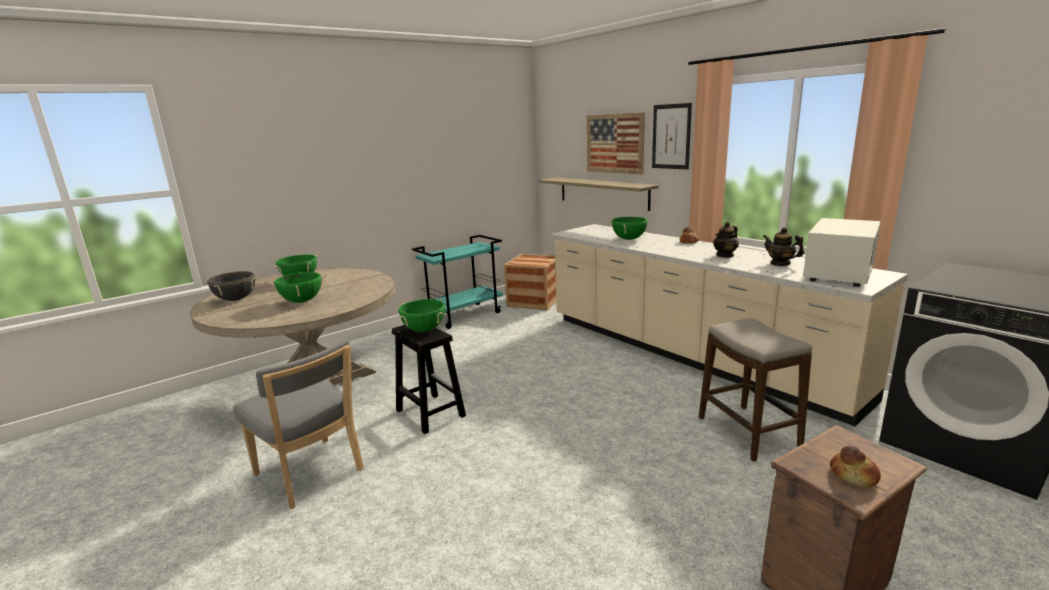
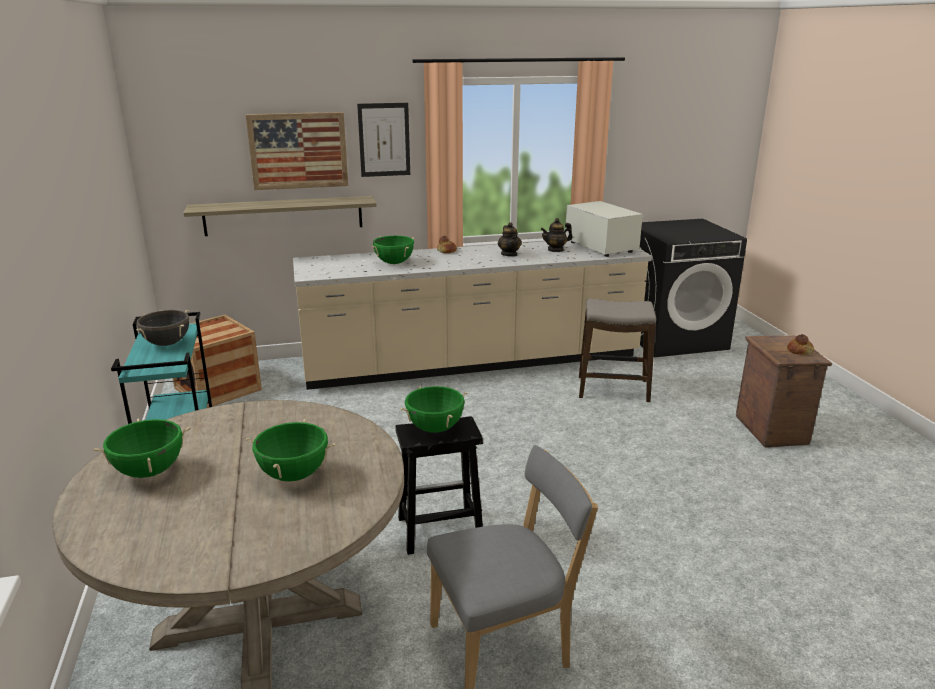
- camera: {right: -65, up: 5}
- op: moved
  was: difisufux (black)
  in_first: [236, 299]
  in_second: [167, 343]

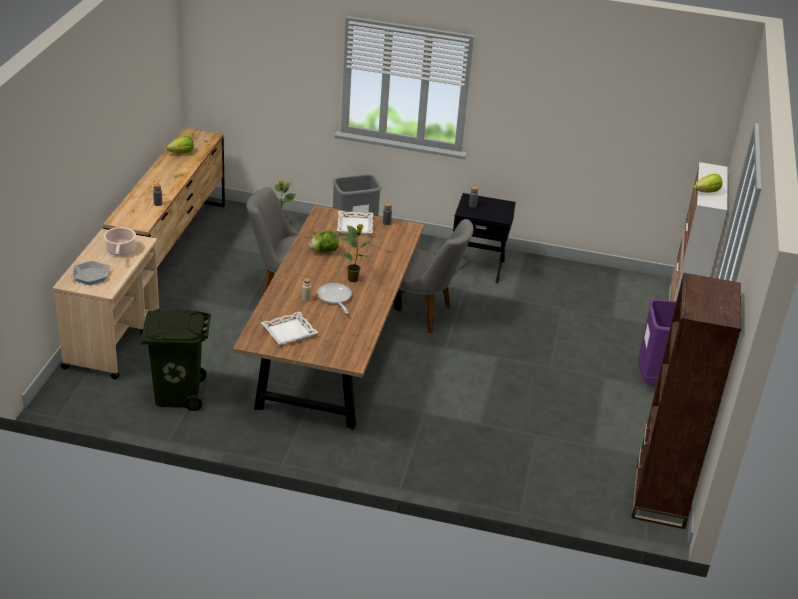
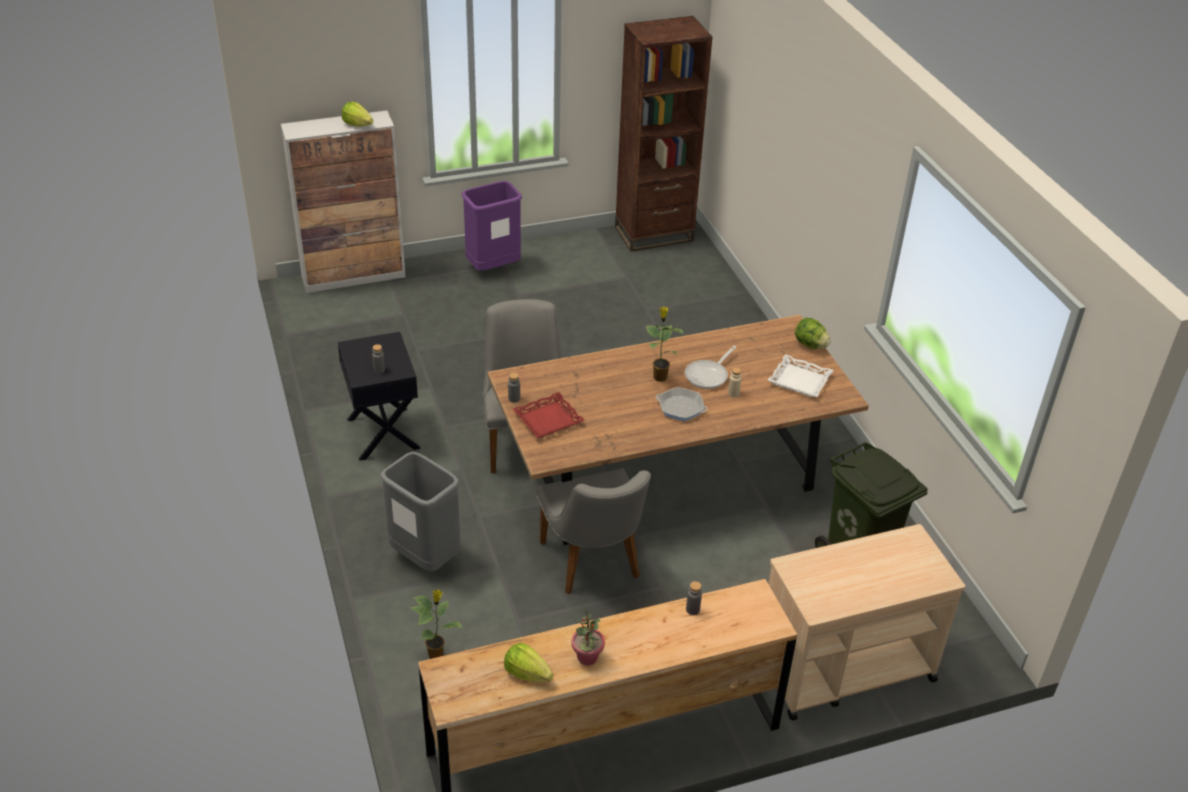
- camera: {right: -120, up: 5}
- op: recoloured
  was: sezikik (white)
  now: sezikik (red)
  in_first: [355, 226]
  in_second: [548, 419]
- op: added
  now: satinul
  in_second: [587, 658]
- op: moved
  was: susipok
  in_first: [91, 276]
  in_second: [680, 408]
- op: moved
  was: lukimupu
  in_first: [324, 251]
  in_second: [810, 345]
- op: removed
  was: difisufux
  in_first: [120, 251]

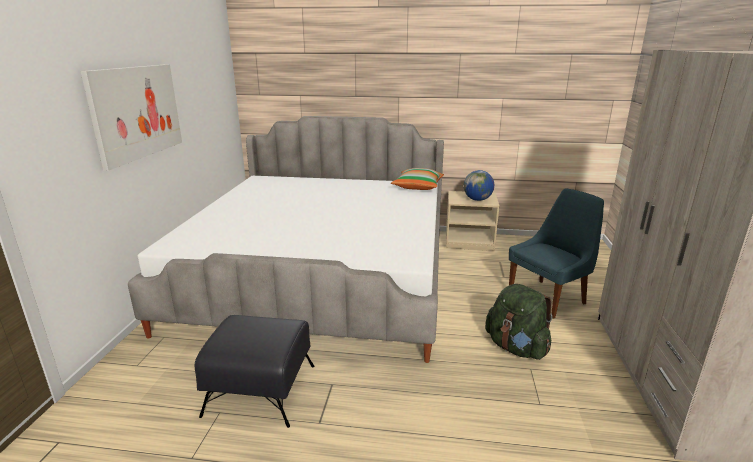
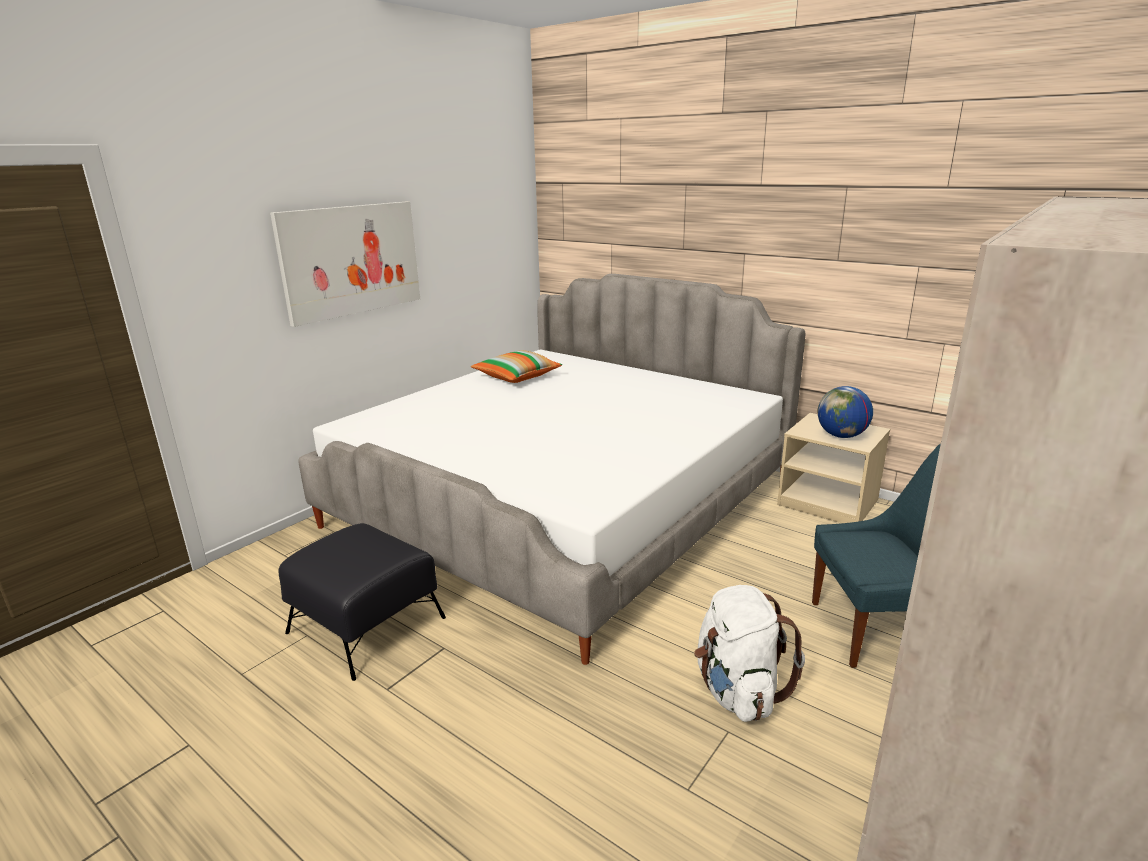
- camera: {right: 30, up: 0}
- op: moved
  was: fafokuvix
  in_first: [417, 187]
  in_second: [517, 377]
- op: recoloured
  was: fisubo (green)
  now: fisubo (white)
  in_first: [516, 347]
  in_second: [737, 691]

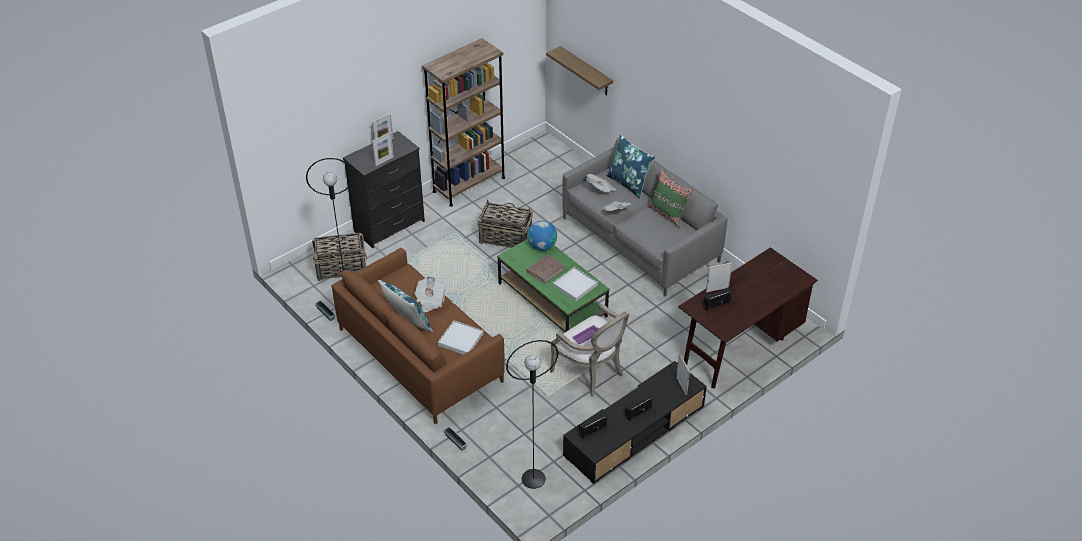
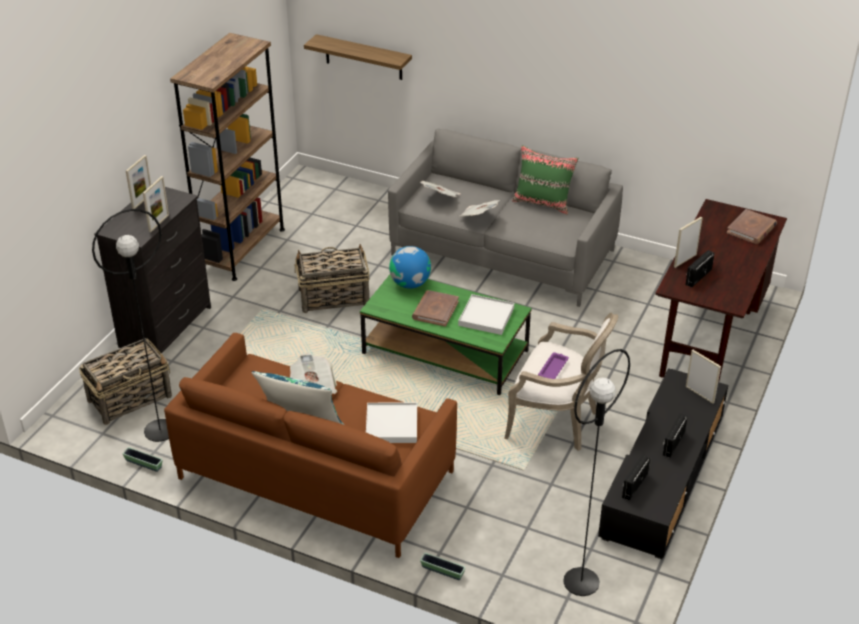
- camera: {right: -25, up: -5}
- op: added
  now: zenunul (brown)
  in_second: [751, 229]
- op: removed
  was: fafokuvix (blue)
  in_first: [629, 183]

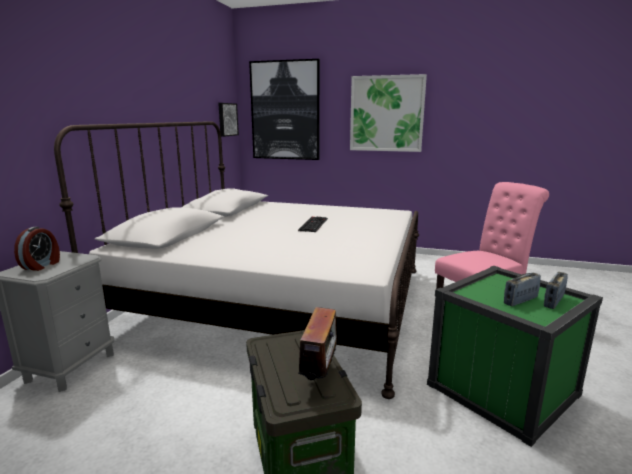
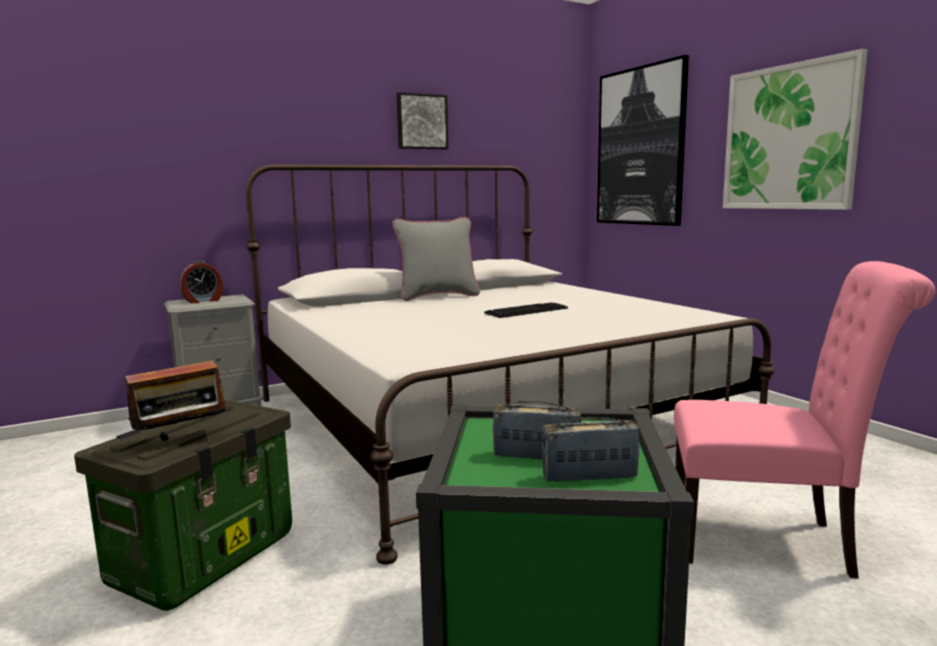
- camera: {right: 45, up: -5}
- op: added
  now: fafokuvix (grey)
  in_second: [438, 296]
- op: moved
  was: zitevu
  in_first: [227, 119]
  in_second: [421, 122]

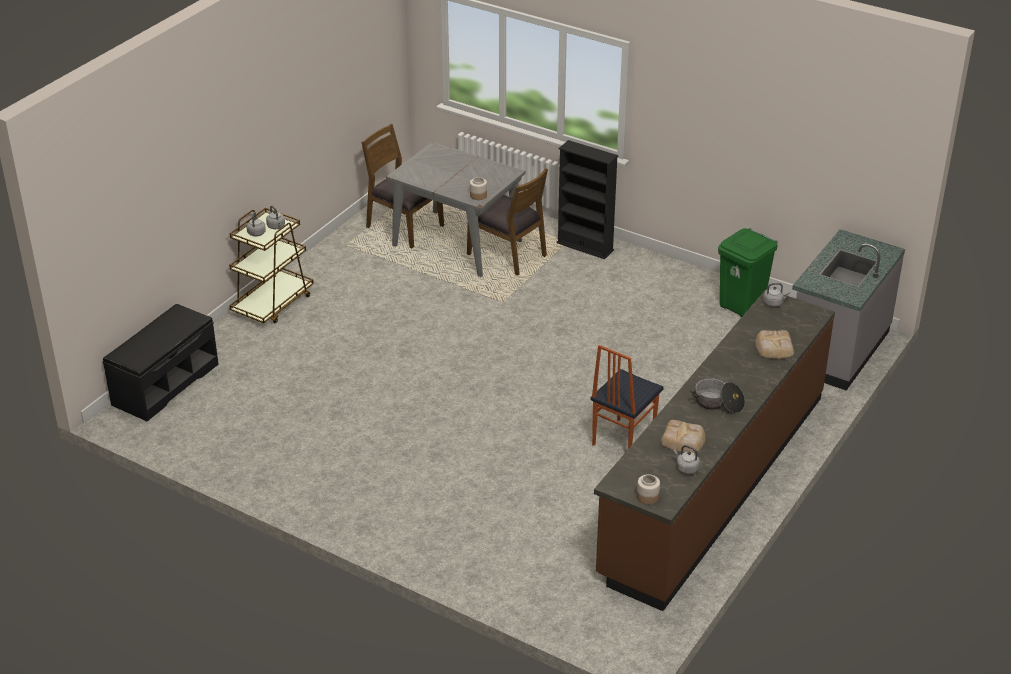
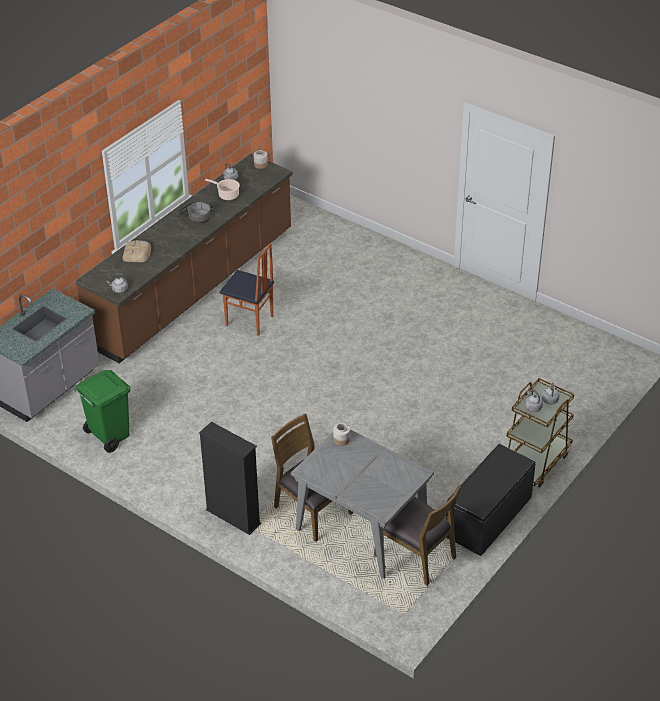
- camera: {right: -175, up: 5}
- op: replaced
  was: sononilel
  now: difisufux
  in_first: [683, 440]
  in_second: [227, 195]
- op: turned
  was: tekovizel
  in_first: [622, 440]
  in_second: [249, 321]
  clockwise: 75
- op: moved
  was: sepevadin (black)
  in_first: [165, 384]
  in_second: [489, 517]

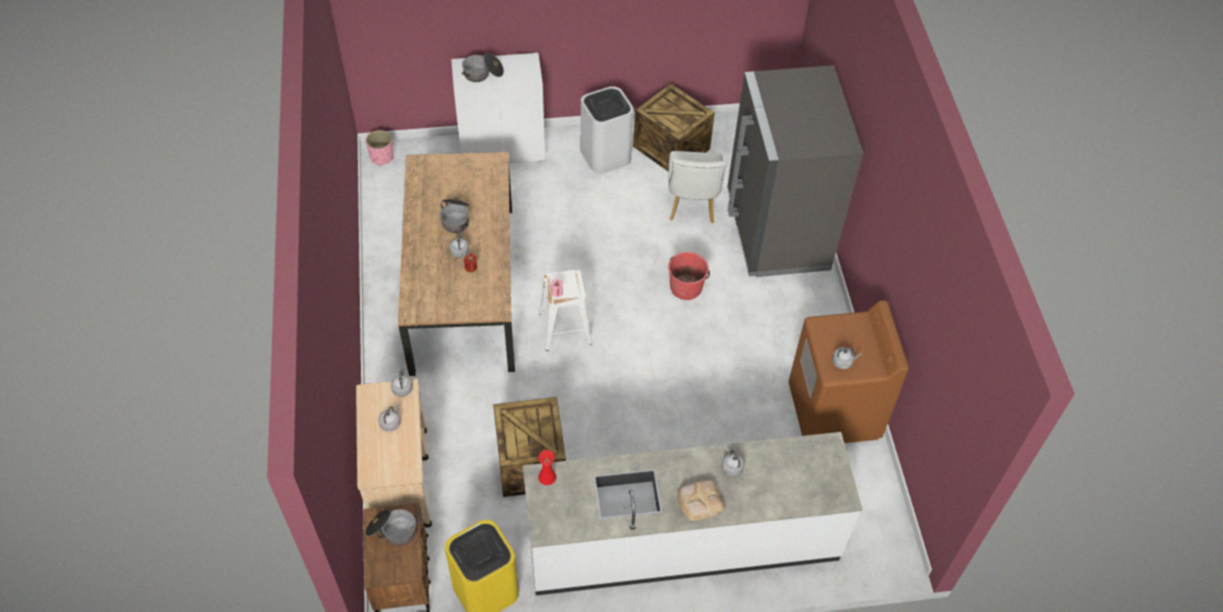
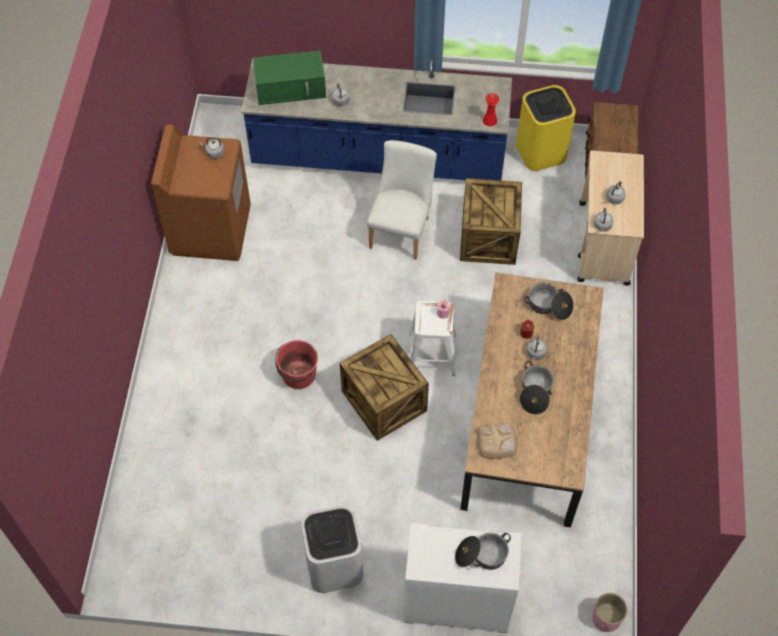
- camera: {right: -165, up: 5}
- op: recoloured
  was: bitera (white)
  now: bitera (blue)
  in_first: [682, 540]
  in_second: [378, 157]
- op: added
  now: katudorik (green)
  in_second: [291, 87]
- op: moved
  was: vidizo
  in_first: [670, 148]
  in_second: [385, 400]
- op: moved
  was: tekovizel (white)
  in_first: [692, 206]
  in_second: [401, 229]
- op: moved
  was: sononilel
  in_first: [699, 501]
  in_second: [497, 442]
- op: moved
  was: difisufux
  in_first: [393, 530]
  in_second: [549, 306]
- op: removed
  was: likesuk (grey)
  in_first: [776, 231]

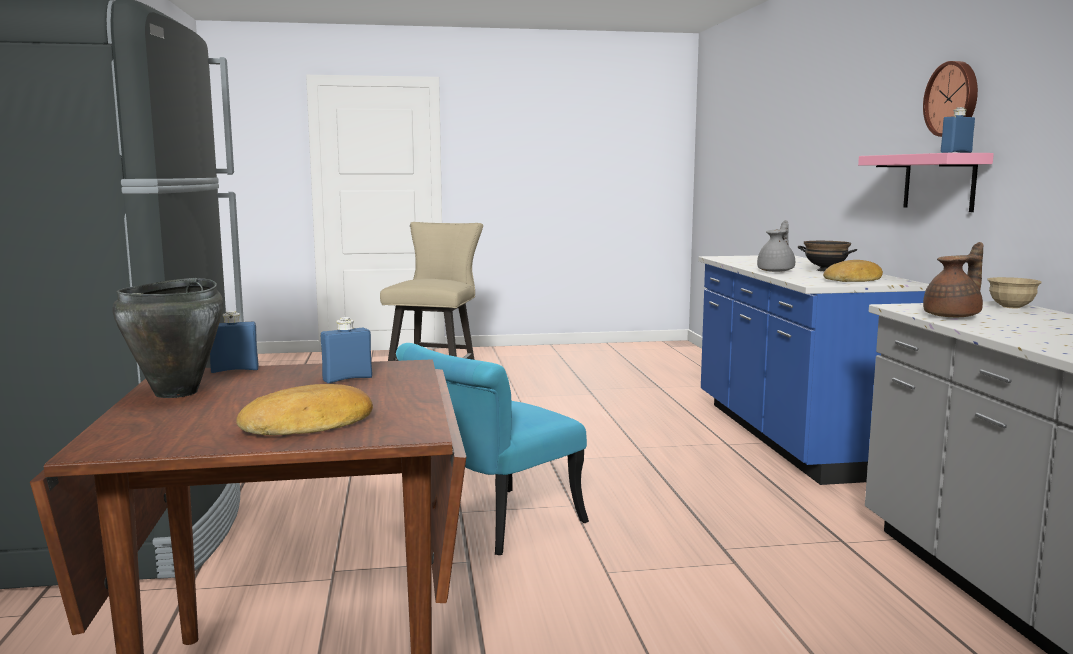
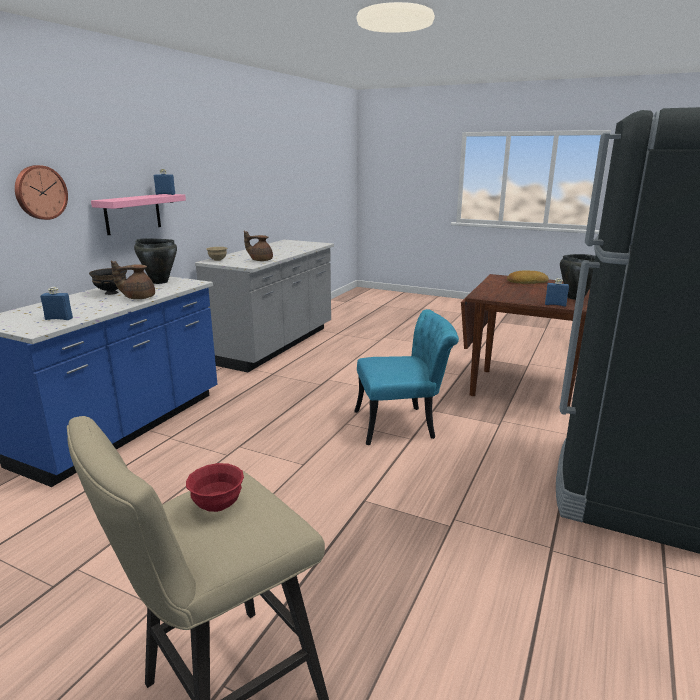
- camera: {right: -145, up: 10}
- op: moved
  was: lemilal
  in_first: [953, 99]
  in_second: [40, 192]
- op: moved
  was: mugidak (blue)
  in_first: [347, 379]
  in_second: [59, 319]
- op: recoloured
  was: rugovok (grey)
  now: rugovok (brown)
  in_first: [776, 271]
  in_second: [138, 298]
- op: replaced
  was: sononilel
  now: difisufux (black)
  in_first: [854, 280]
  in_second: [159, 282]
- op: added
  now: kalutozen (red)
  in_second: [217, 505]

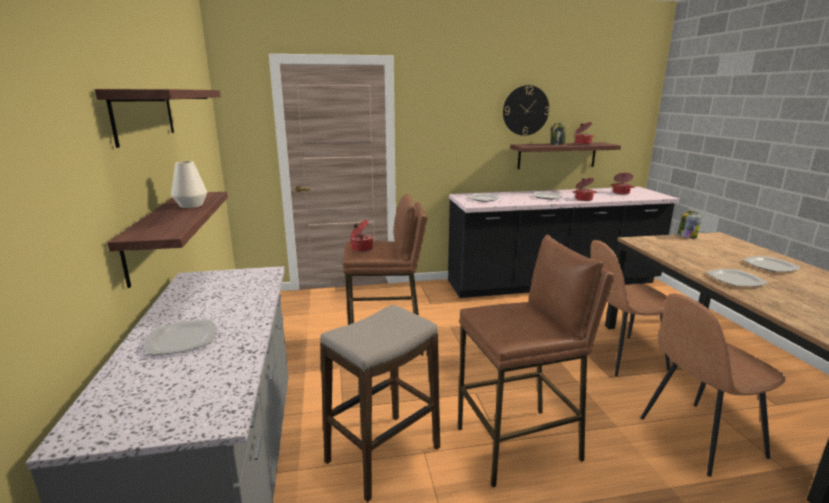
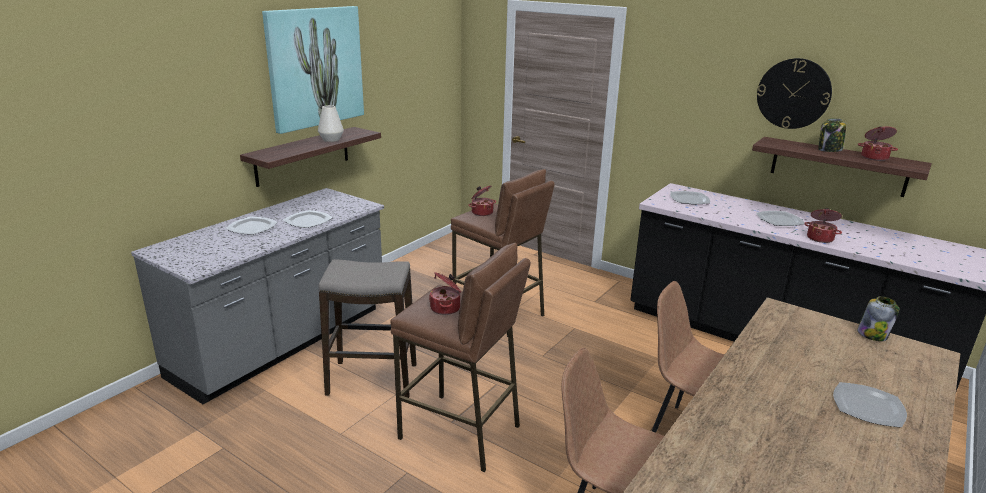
- camera: {right: 45, up: 5}
- op: replaced
  was: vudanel
  now: zitevu
  in_first: [144, 114]
  in_second: [315, 67]
- op: moved
  was: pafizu
  in_first: [735, 280]
  in_second: [307, 221]
- op: moved
  was: difisufux
  in_first: [621, 193]
  in_second: [446, 308]

